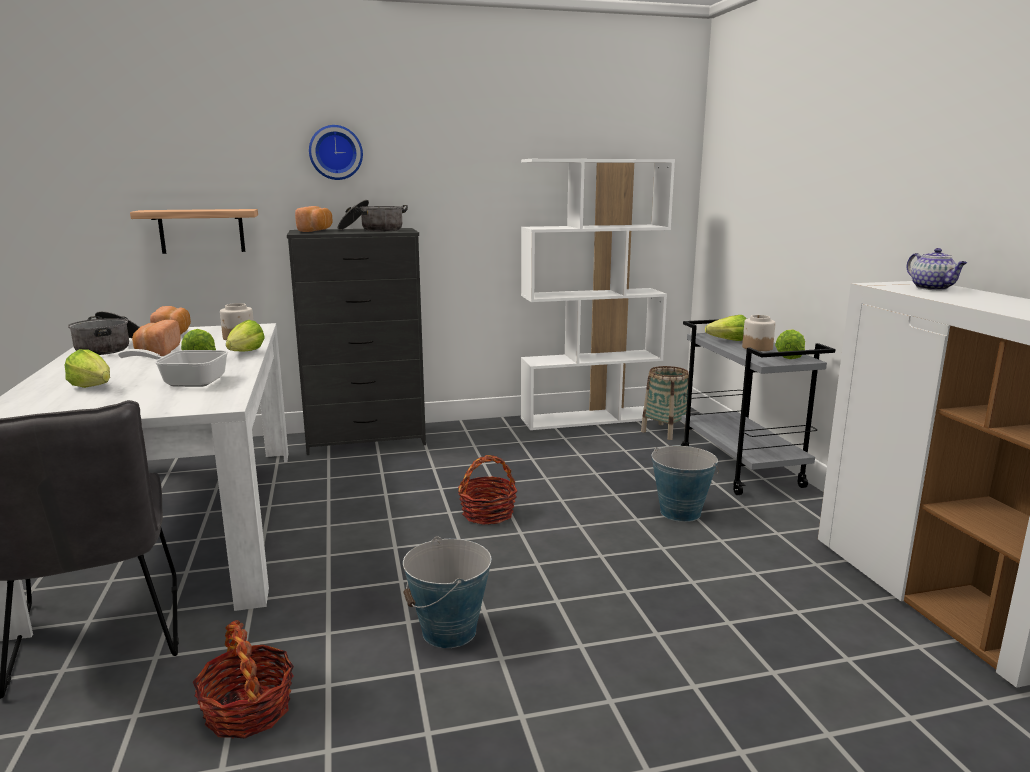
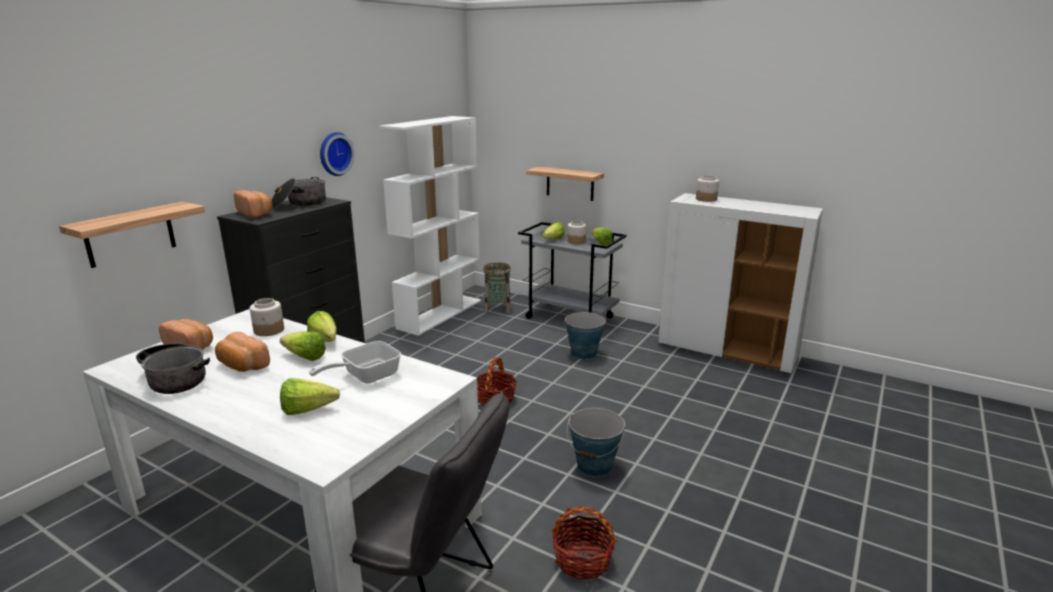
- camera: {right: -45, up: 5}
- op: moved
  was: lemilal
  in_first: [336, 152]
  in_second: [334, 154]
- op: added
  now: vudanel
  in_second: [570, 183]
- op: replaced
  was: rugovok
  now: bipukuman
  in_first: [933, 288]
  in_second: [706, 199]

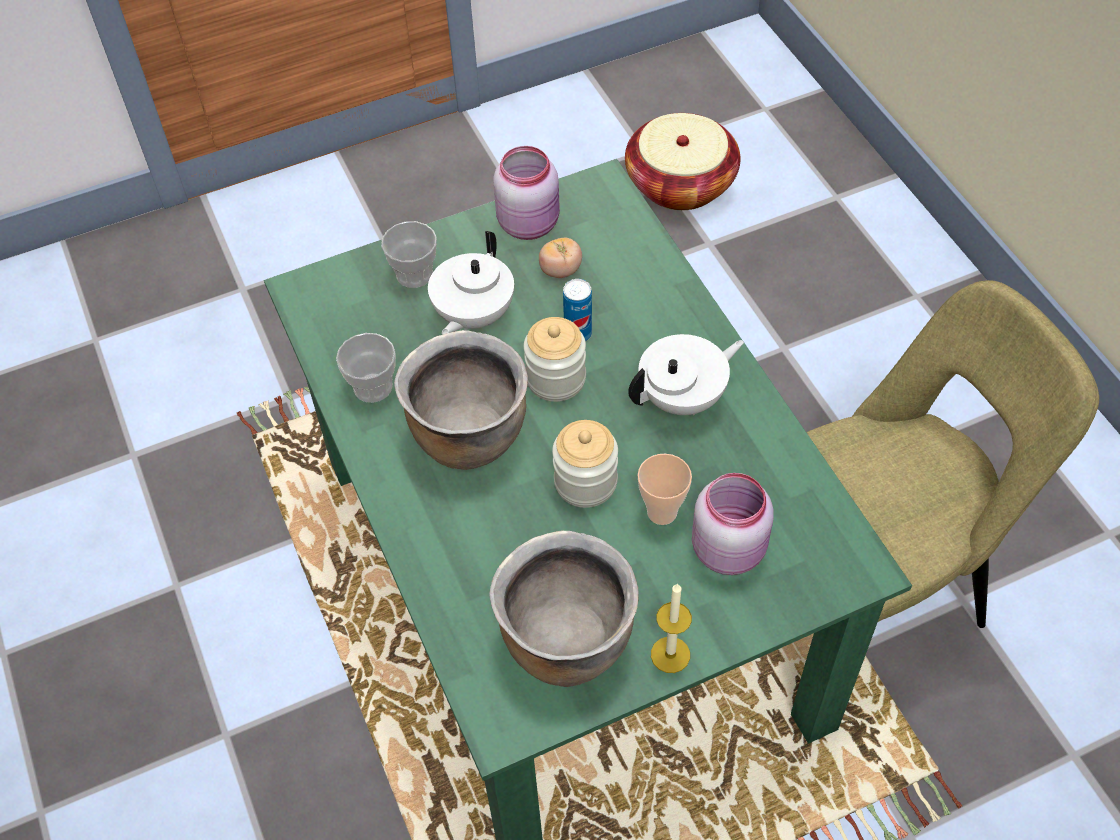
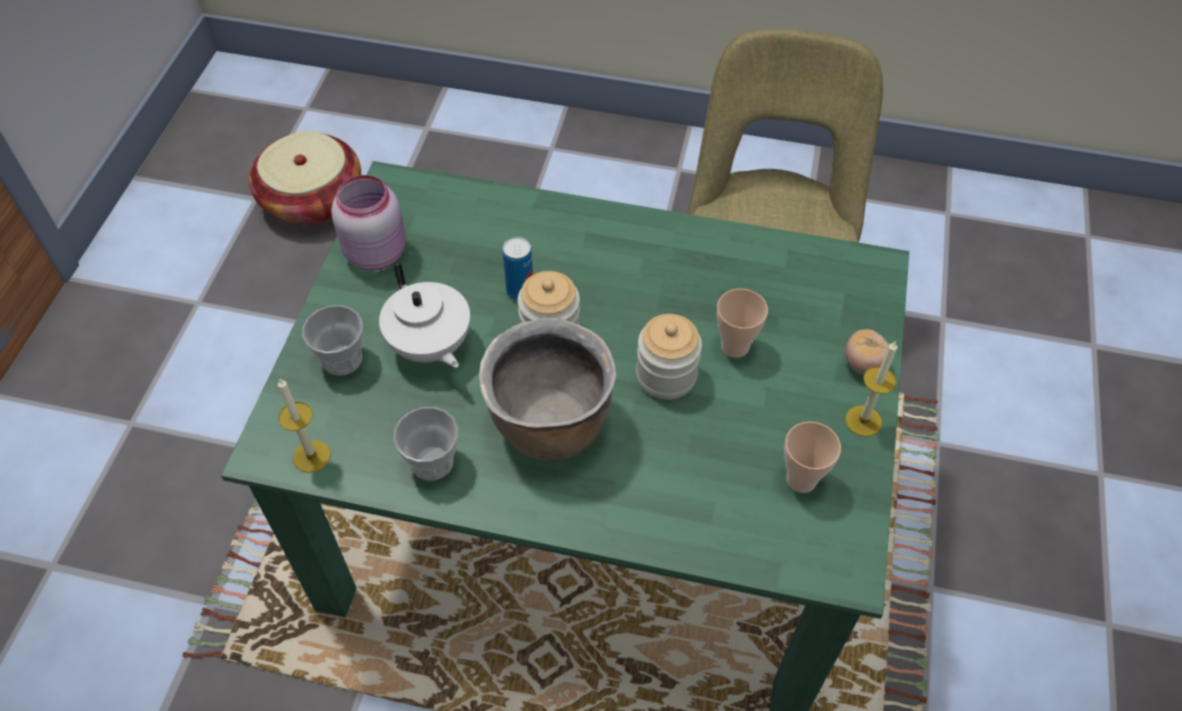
- camera: {right: -55, up: 0}
- op: added
  now: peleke
  in_second: [312, 456]
- op: replaced
  was: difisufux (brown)
  now: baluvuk
  in_first: [566, 641]
  in_second: [801, 479]
- op: moved
  was: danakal
  in_first: [560, 270]
  in_second: [863, 364]
- op: removed
  was: rugovok (white)
  in_first: [683, 398]
- op: removed
  was: bipukuman (pink)
  in_first: [729, 548]

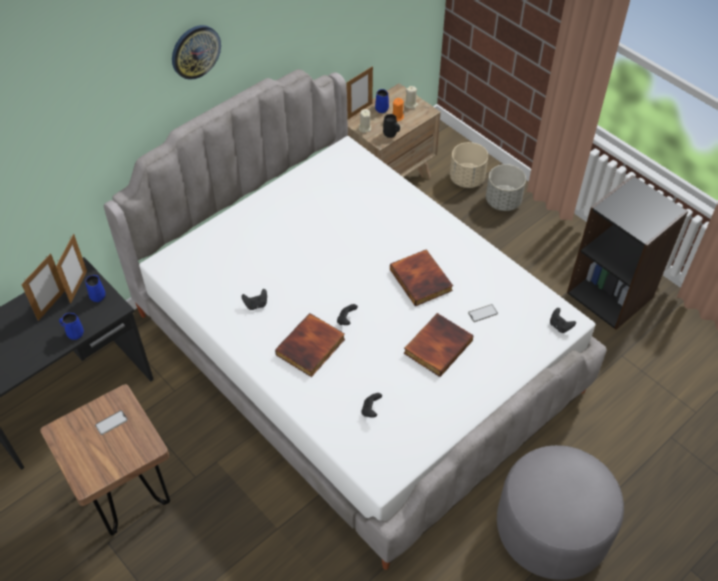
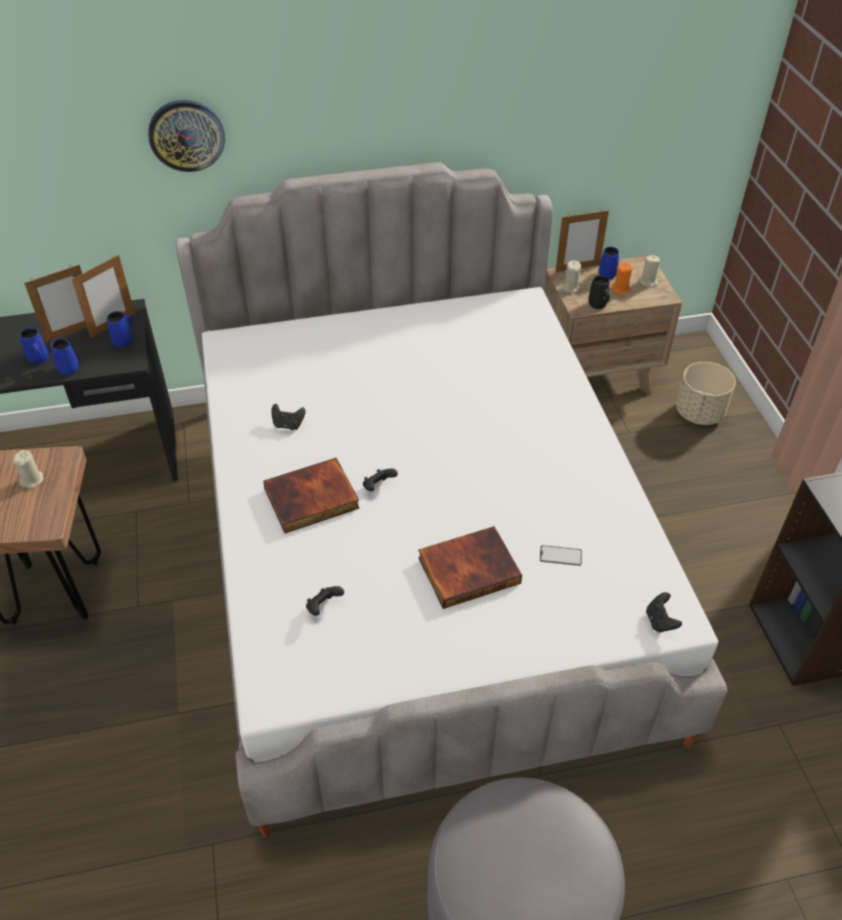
- camera: {right: 30, up: -5}
- op: replaced
  was: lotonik
  now: peleke (beige)
  in_first: [111, 422]
  in_second: [32, 480]
- op: added
  now: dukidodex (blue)
  in_second: [39, 359]
- op: moved
  was: lemilal
  in_first: [195, 51]
  in_second: [186, 135]
- op: removed
  was: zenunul
  in_first: [422, 279]
- op: removed
  was: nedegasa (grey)
  in_first: [503, 201]

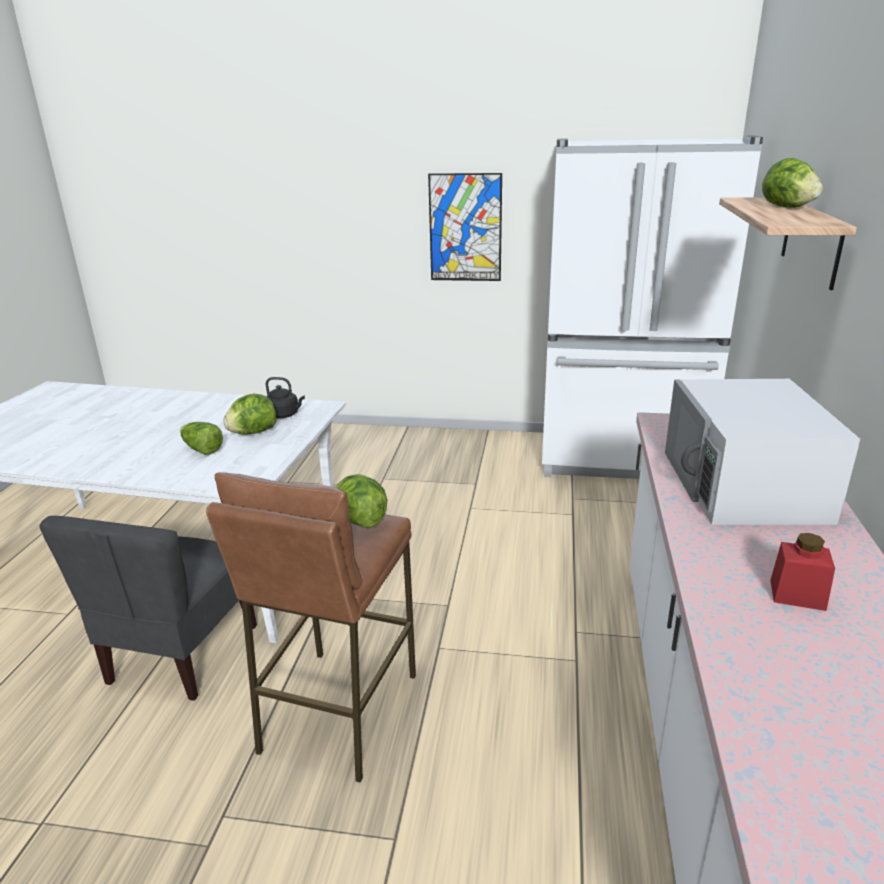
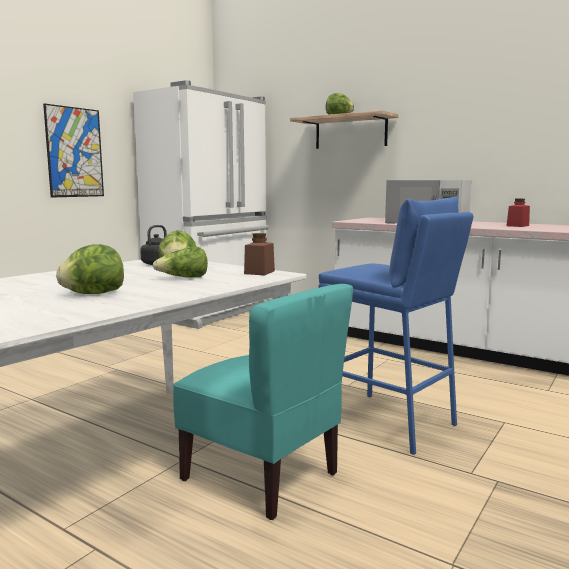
- camera: {right: -65, up: -15}
- op: moved
  was: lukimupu
  in_first: [359, 521]
  in_second: [93, 294]
- op: recoloured
  was: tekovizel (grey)
  now: tekovizel (turquoise)
  in_first: [181, 654]
  in_second: [262, 476]
- op: added
  now: bipukuman (brown)
  in_second: [259, 272]
- op: recoloured
  was: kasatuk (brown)
  now: kasatuk (blue)
  in_first: [337, 712]
  in_second: [388, 422]

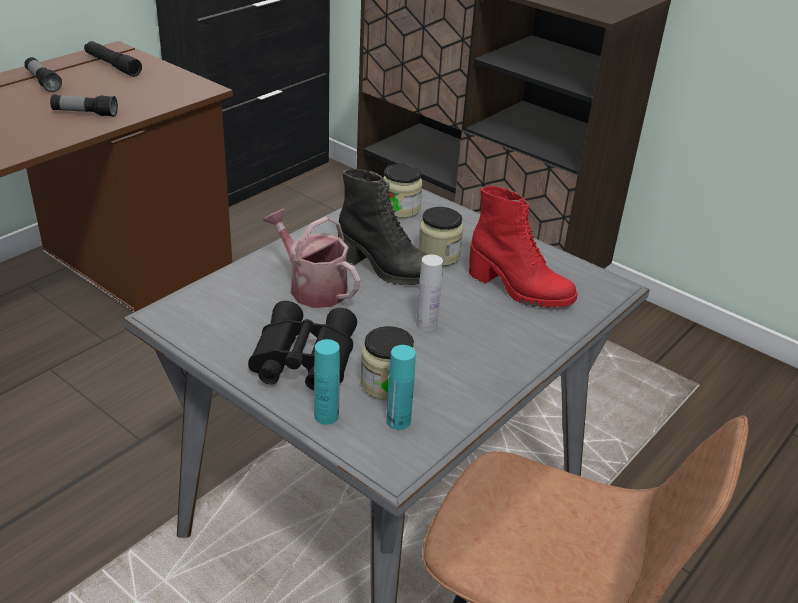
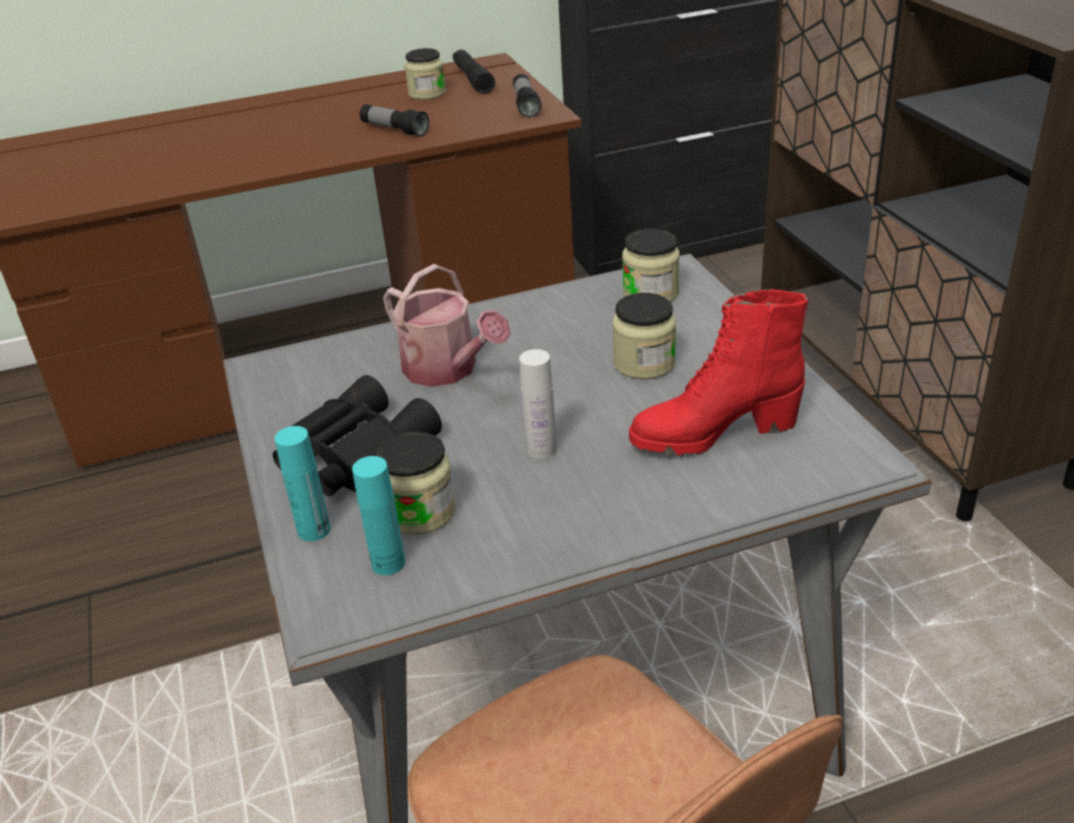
- camera: {right: 35, up: 0}
- op: turned
  was: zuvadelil
  in_first: [312, 287]
  in_second: [447, 370]
  clockwise: 150
- op: added
  now: bipukuman
  in_second: [427, 93]
- op: moved
  was: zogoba
  in_first: [43, 82]
  in_second: [526, 105]
- op: turned
  was: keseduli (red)
  in_first: [519, 290]
  in_second: [713, 433]
  clockwise: 105
- op: removed
  was: keseduli (black)
  in_first: [387, 269]

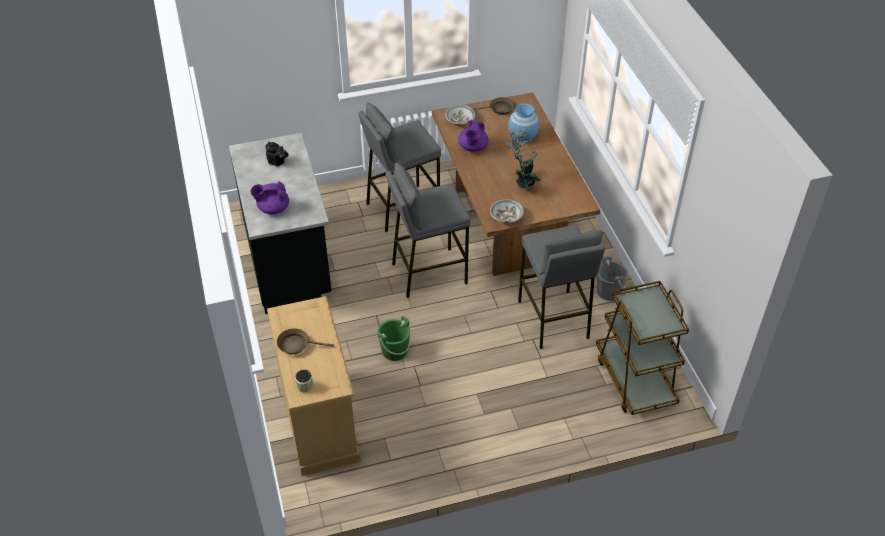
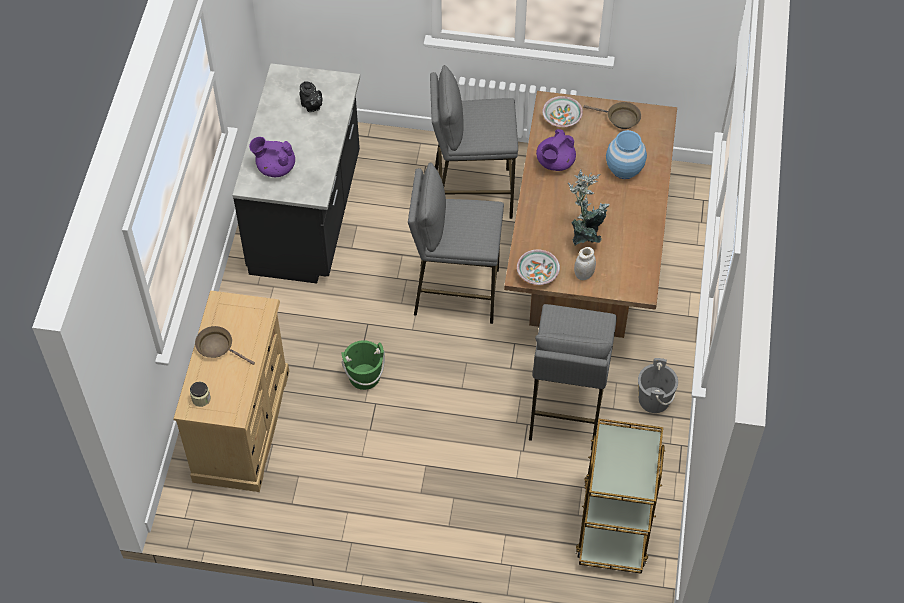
- camera: {right: 25, up: 10}
- op: added
  now: bipukuman (white)
  in_second: [584, 275]

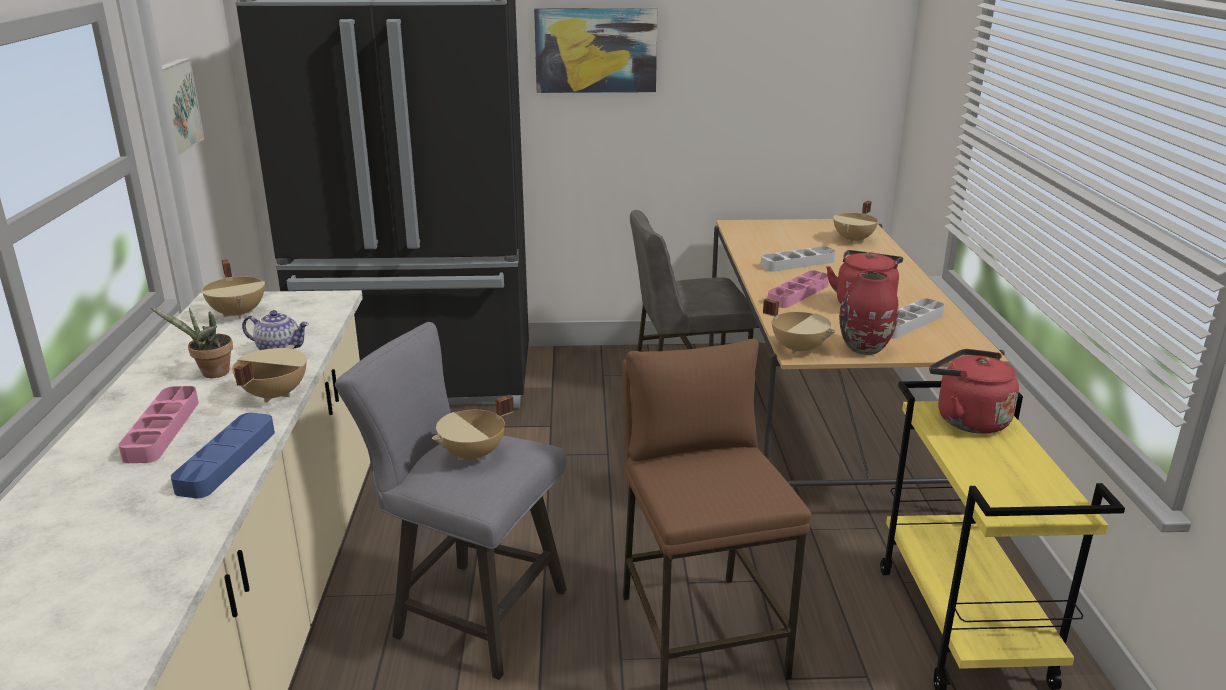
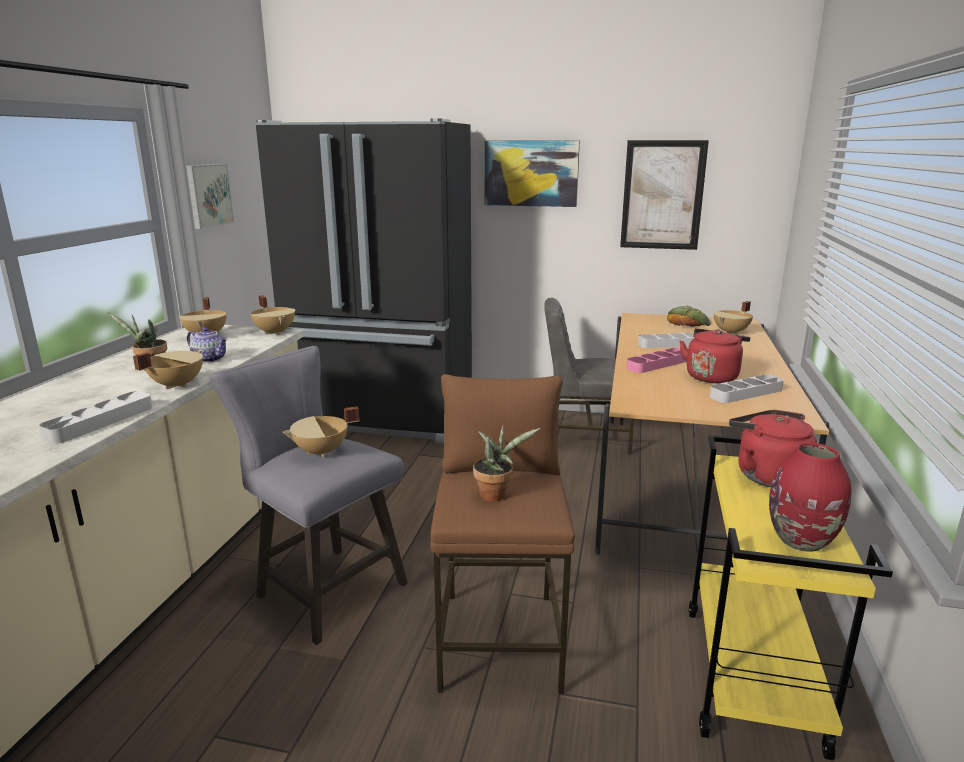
- camera: {right: 15, up: -5}
- op: recoloured
  was: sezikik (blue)
  now: sezikik (grey)
  in_first: [227, 460]
  in_second: [100, 422]
- op: moved
  was: difisufux (beige)
  in_first: [798, 348]
  in_second: [275, 332]
- op: added
  now: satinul
  in_second: [496, 494]
- op: added
  now: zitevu
  in_second: [662, 195]
- op: added
  now: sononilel
  in_second: [687, 322]
- op: moved
  was: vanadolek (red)
  in_first: [865, 348]
  in_second: [802, 541]
- op: removed
  was: sezikik (pink)
  in_first: [162, 429]

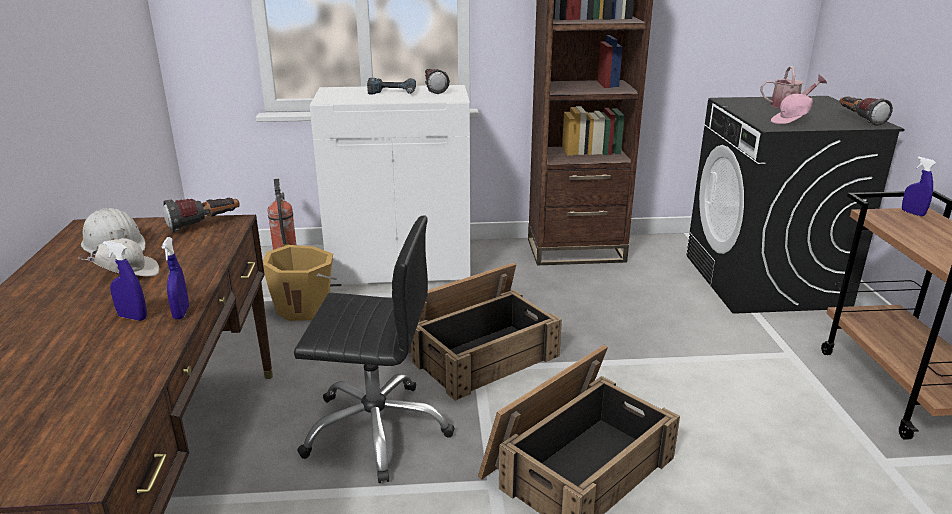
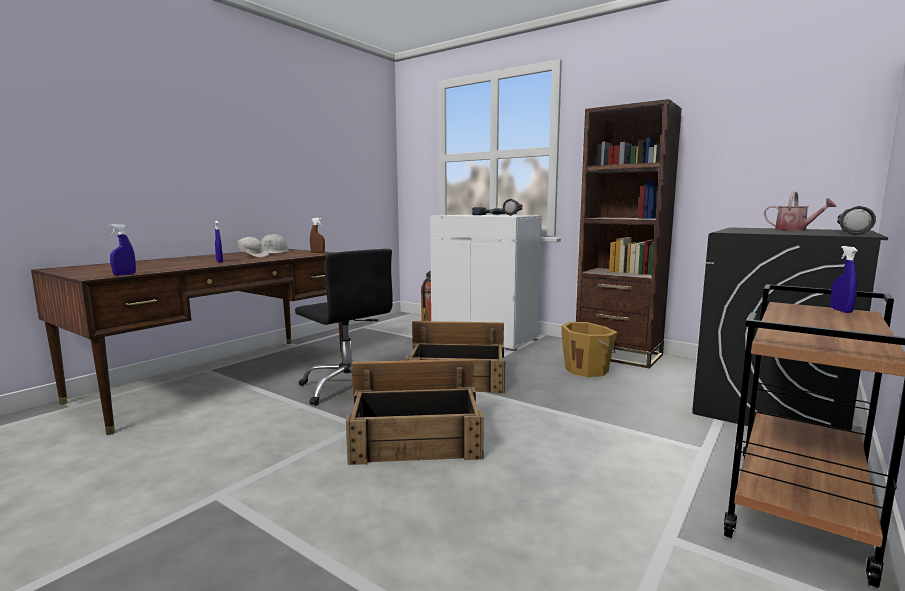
- camera: {right: 40, up: -15}
- op: moved
  was: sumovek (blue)
  in_first: [181, 313]
  in_second: [124, 274]
- op: replaced
  was: zogoba
  now: sumovek (brown)
  in_first: [205, 225]
  in_second: [317, 252]
- op: moved
  was: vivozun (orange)
  in_first: [304, 307]
  in_second: [587, 370]
- op: removed
  was: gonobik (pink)
  in_first: [791, 121]

